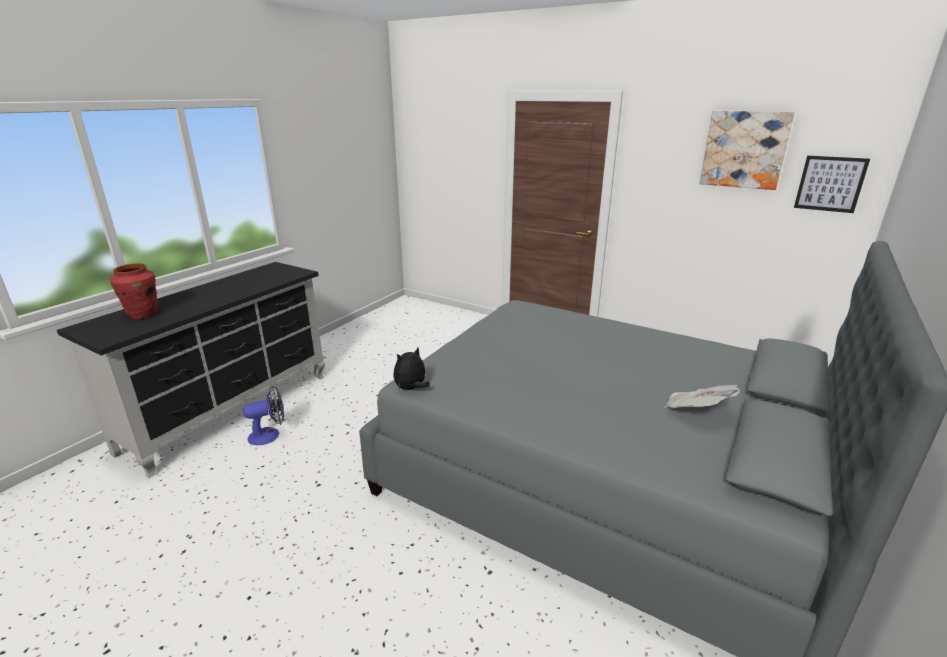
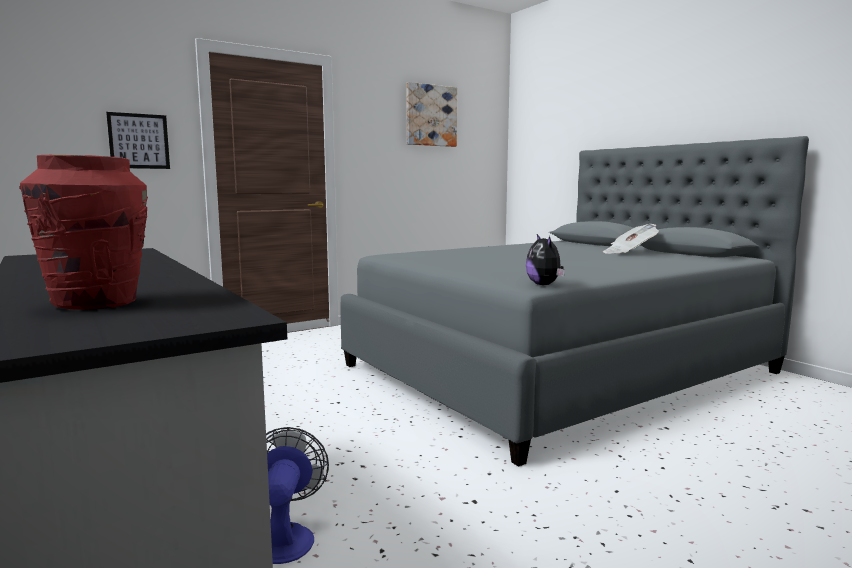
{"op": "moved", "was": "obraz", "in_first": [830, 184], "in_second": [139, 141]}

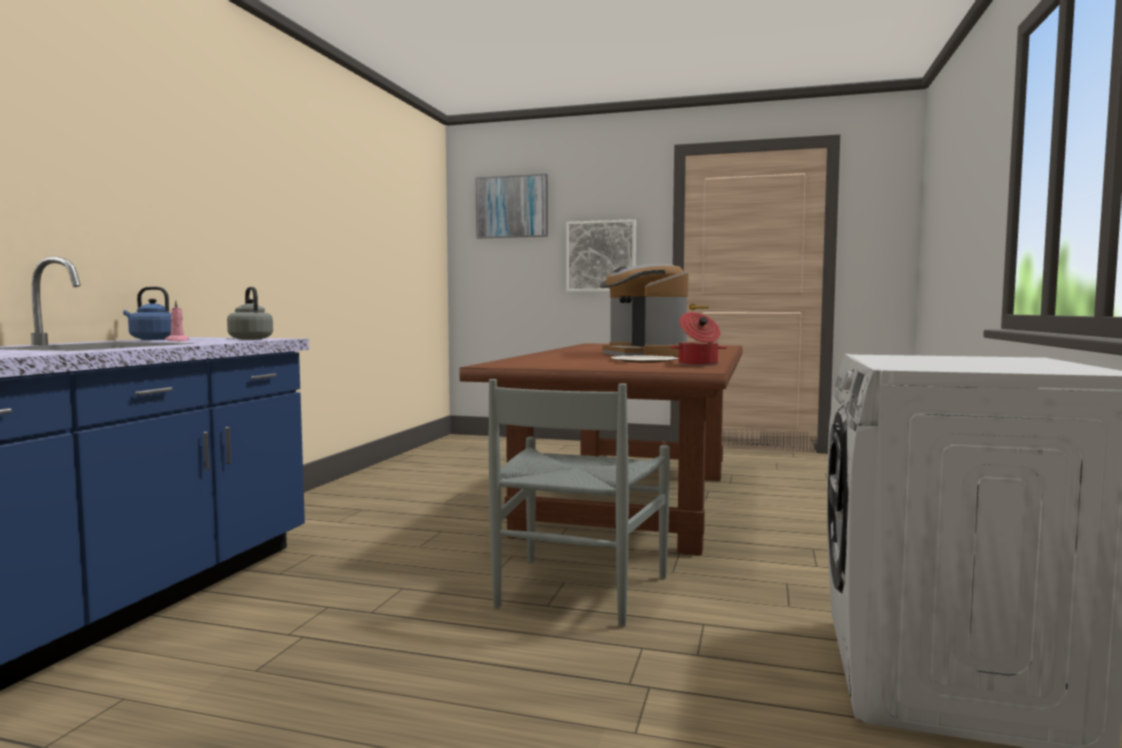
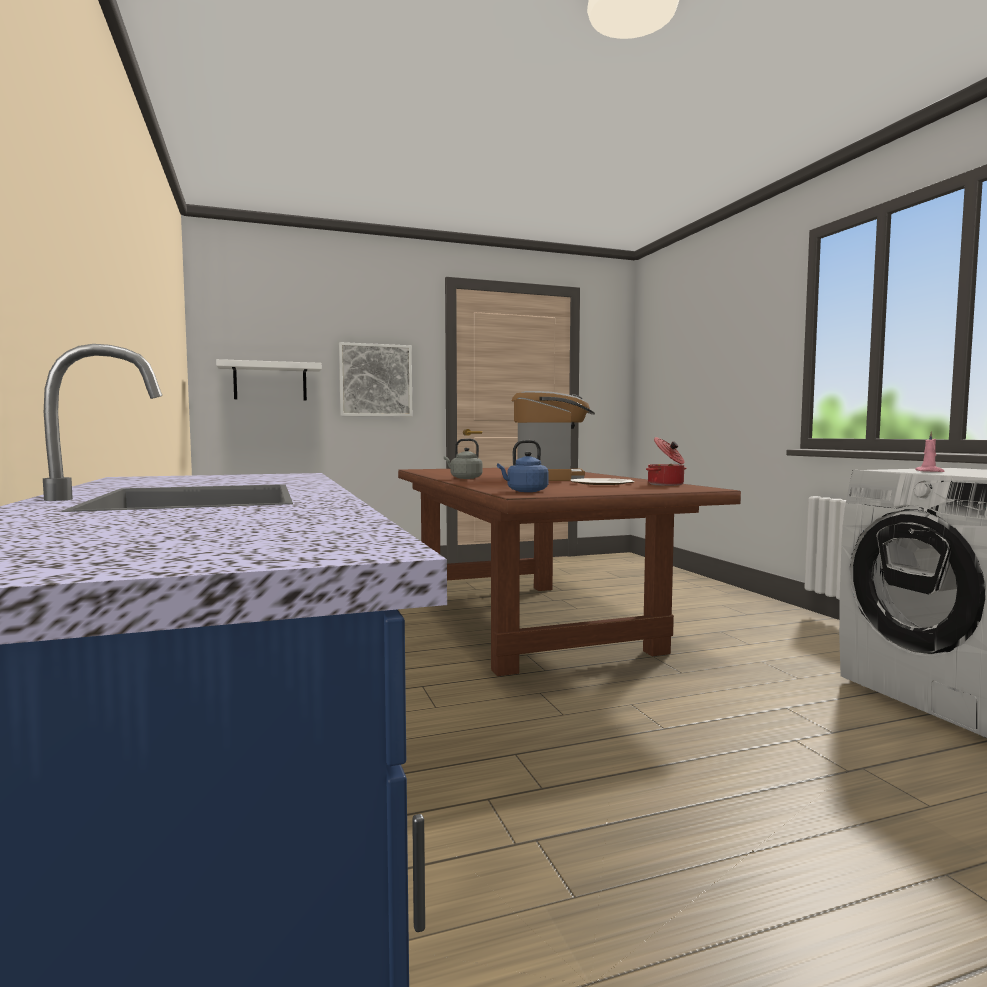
{"op": "moved", "was": "czajnik [niebieski]", "in_first": [151, 339], "in_second": [525, 491]}
{"op": "moved", "was": "świeca [różowy]", "in_first": [178, 341], "in_second": [930, 471]}
{"op": "moved", "was": "czajnik [szary]", "in_first": [250, 339], "in_second": [464, 478]}
{"op": "removed", "was": "obraz", "in_first": [512, 207]}
{"op": "removed", "was": "krzesło [szary]", "in_first": [577, 592]}
{"op": "turned", "was": "ekspres do kawy", "in_first": [643, 354], "in_second": [550, 478], "clockwise": -120}
{"op": "added", "now": "półka [biały]", "in_second": [270, 382]}

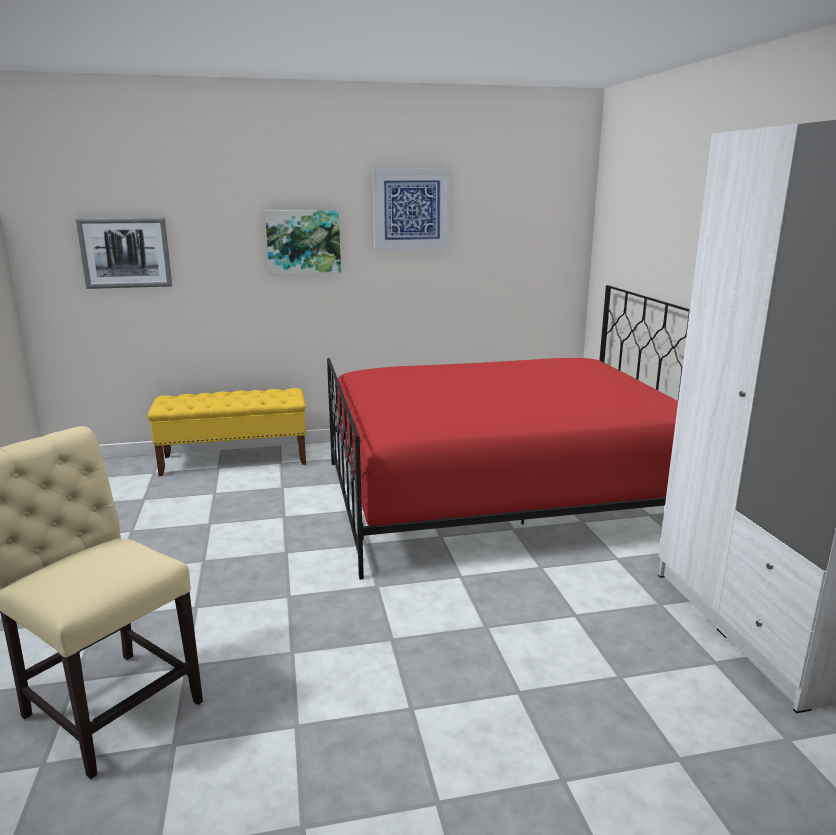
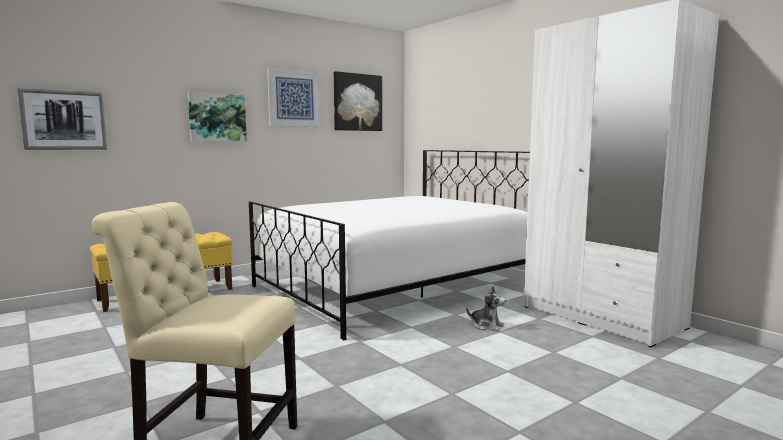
{"op": "recoloured", "was": "łóżko [czerwony]", "now": "łóżko [biały]", "in_first": [503, 496], "in_second": [395, 286]}
{"op": "added", "now": "obraz", "in_second": [357, 102]}
{"op": "added", "now": "pluszak", "in_second": [486, 326]}

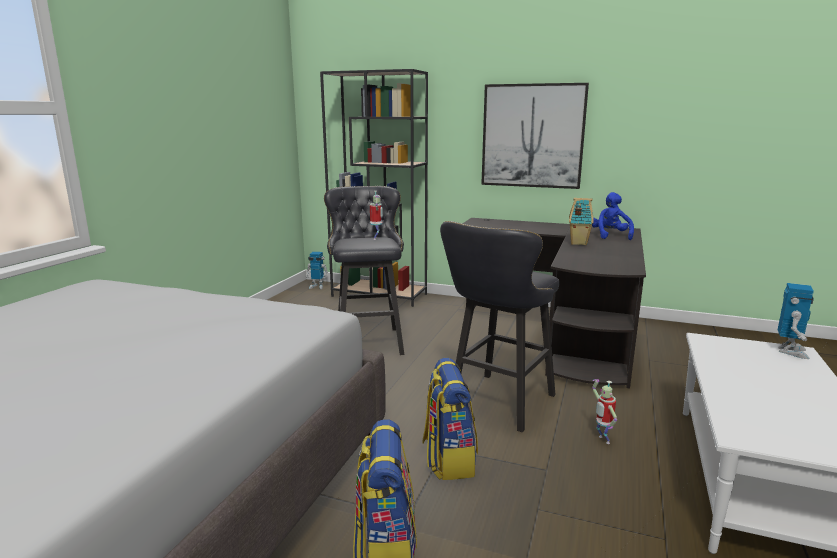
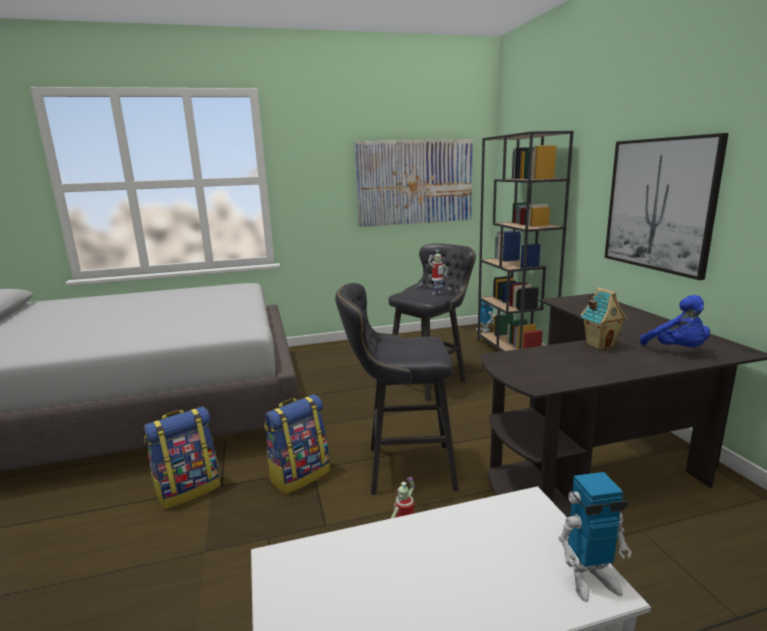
{"op": "turned", "was": "pluszak [niebieski]", "in_first": [610, 236], "in_second": [677, 350], "clockwise": 105}
{"op": "added", "now": "obraz", "in_second": [415, 182]}

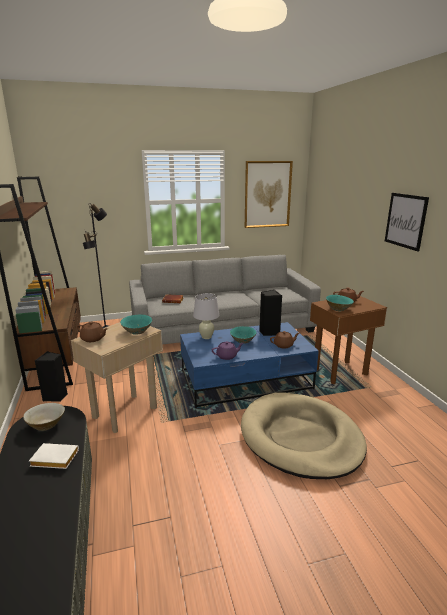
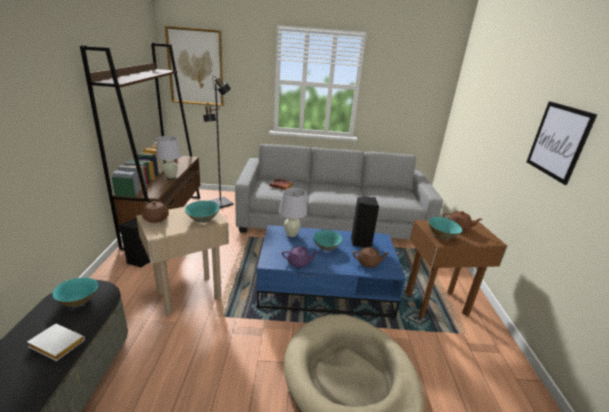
{"op": "recoloured", "was": "miska [beżowy]", "now": "miska [turkusowy]", "in_first": [46, 425], "in_second": [79, 300]}
{"op": "moved", "was": "obraz", "in_first": [267, 194], "in_second": [195, 67]}
{"op": "added", "now": "lampa stołowa [biały]", "in_second": [171, 176]}

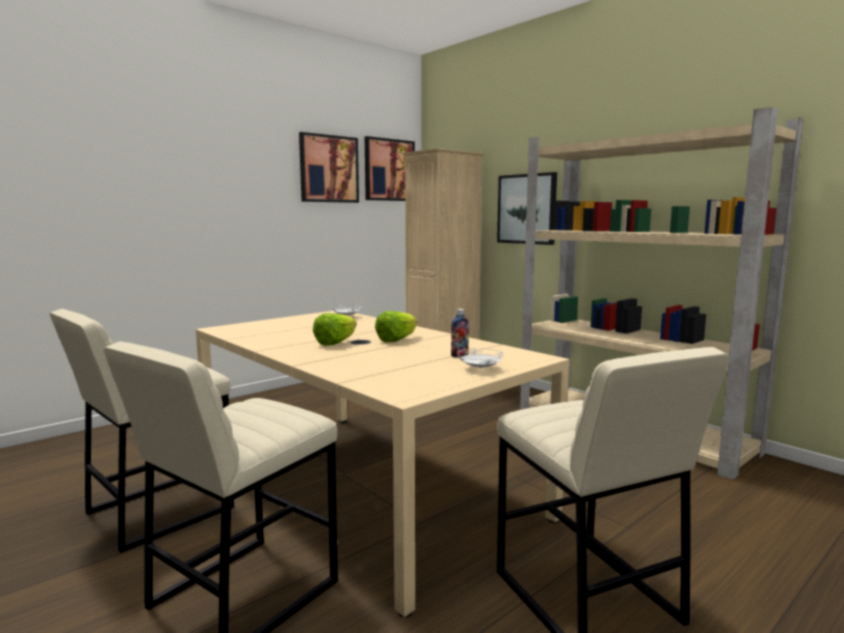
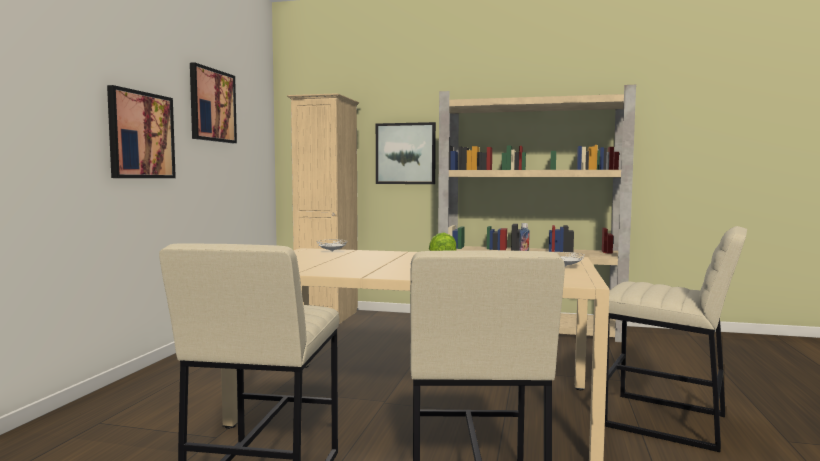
{"op": "removed", "was": "sałata", "in_first": [335, 343]}
{"op": "moved", "was": "obraz", "in_first": [389, 170], "in_second": [141, 135]}

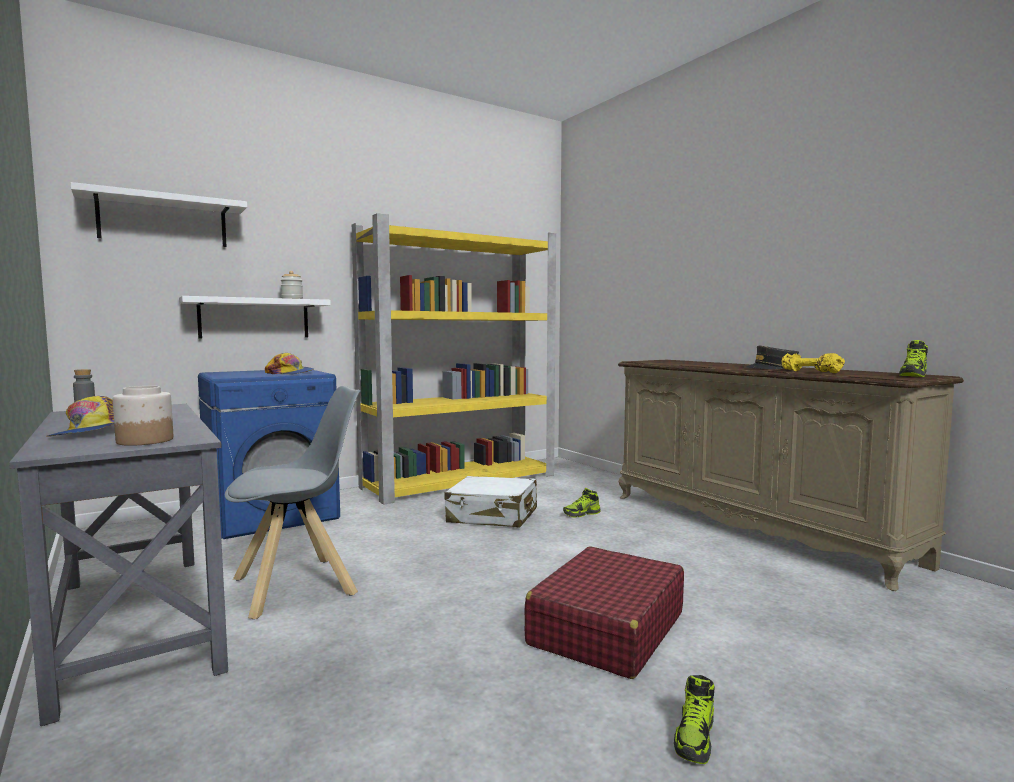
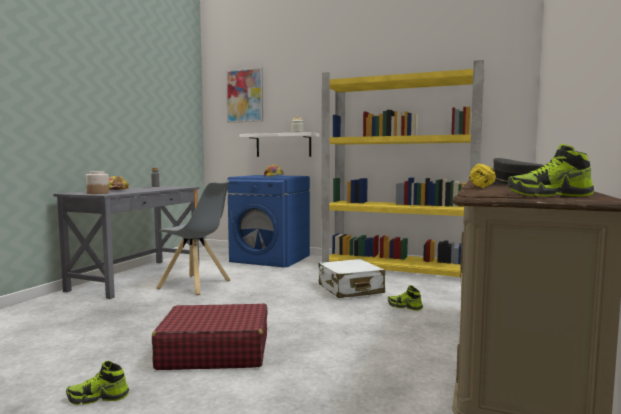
{"op": "replaced", "was": "półka [biały]", "now": "obraz", "in_first": [163, 221], "in_second": [245, 95]}

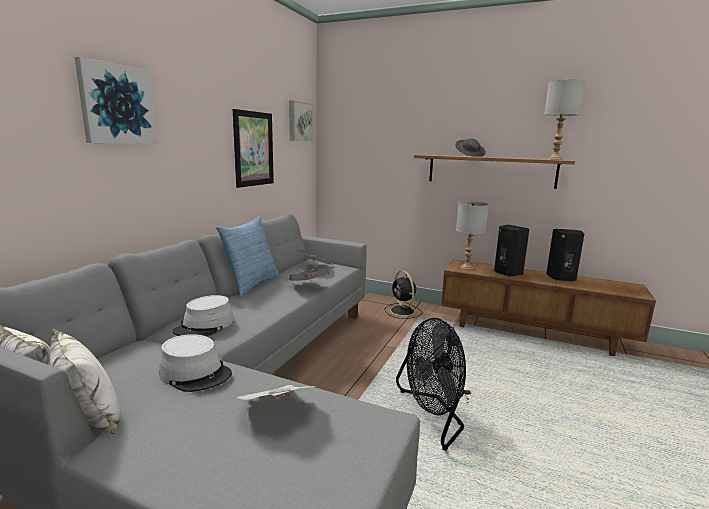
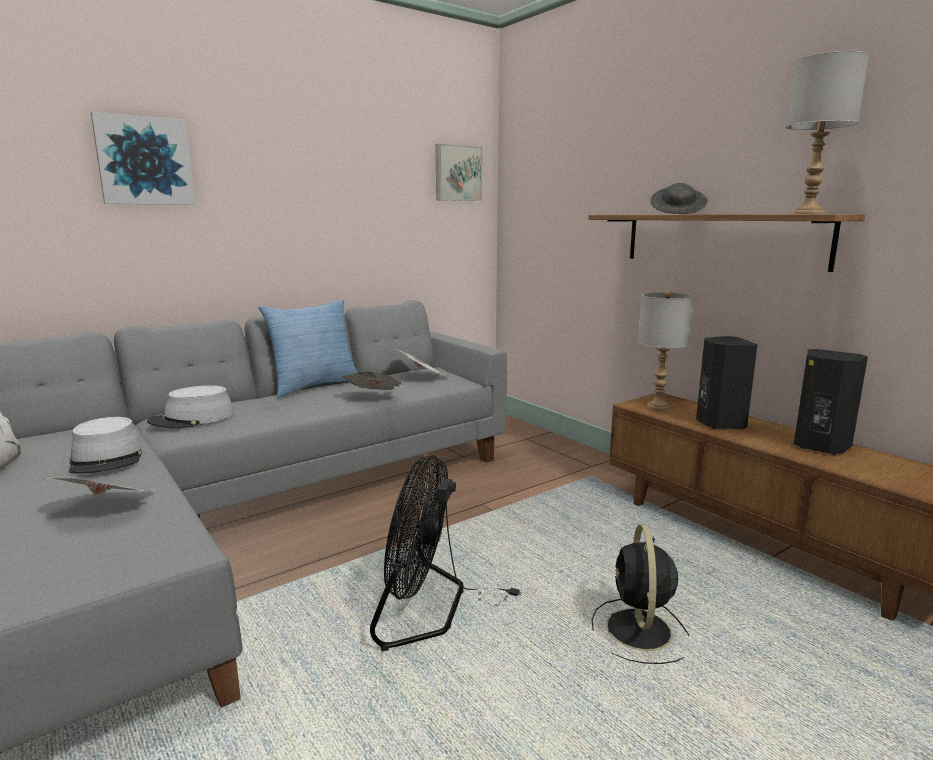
{"op": "removed", "was": "obraz", "in_first": [253, 149]}
{"op": "moved", "was": "wentylator [czarny]", "in_first": [403, 311], "in_second": [639, 632]}

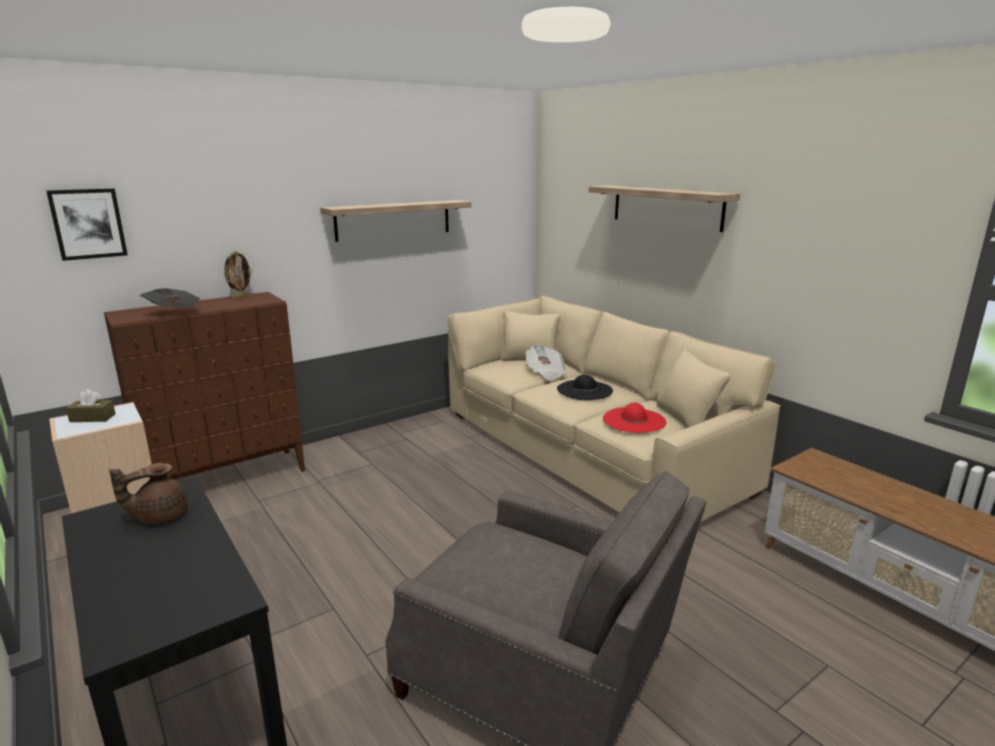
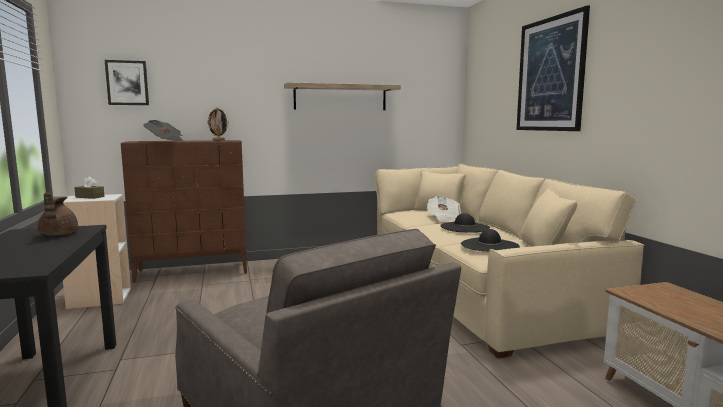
{"op": "turned", "was": "imbryk [brązowy]", "in_first": [159, 516], "in_second": [58, 234], "clockwise": -90}
{"op": "replaced", "was": "półka", "now": "obraz", "in_first": [666, 207], "in_second": [550, 74]}
{"op": "recoloured", "was": "kapelusz [czerwony]", "now": "kapelusz [czarny]", "in_first": [634, 420], "in_second": [489, 245]}

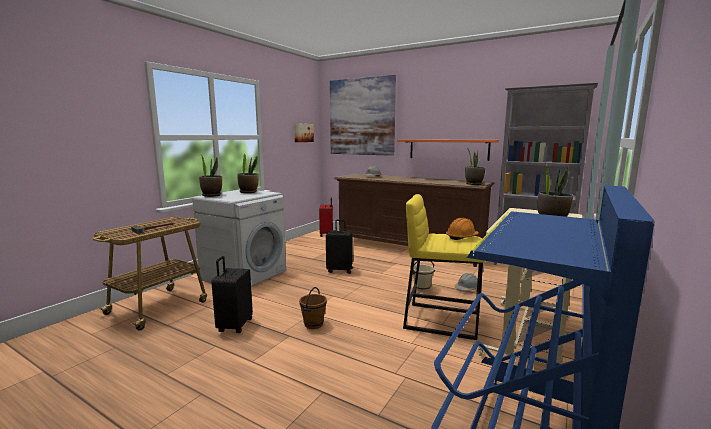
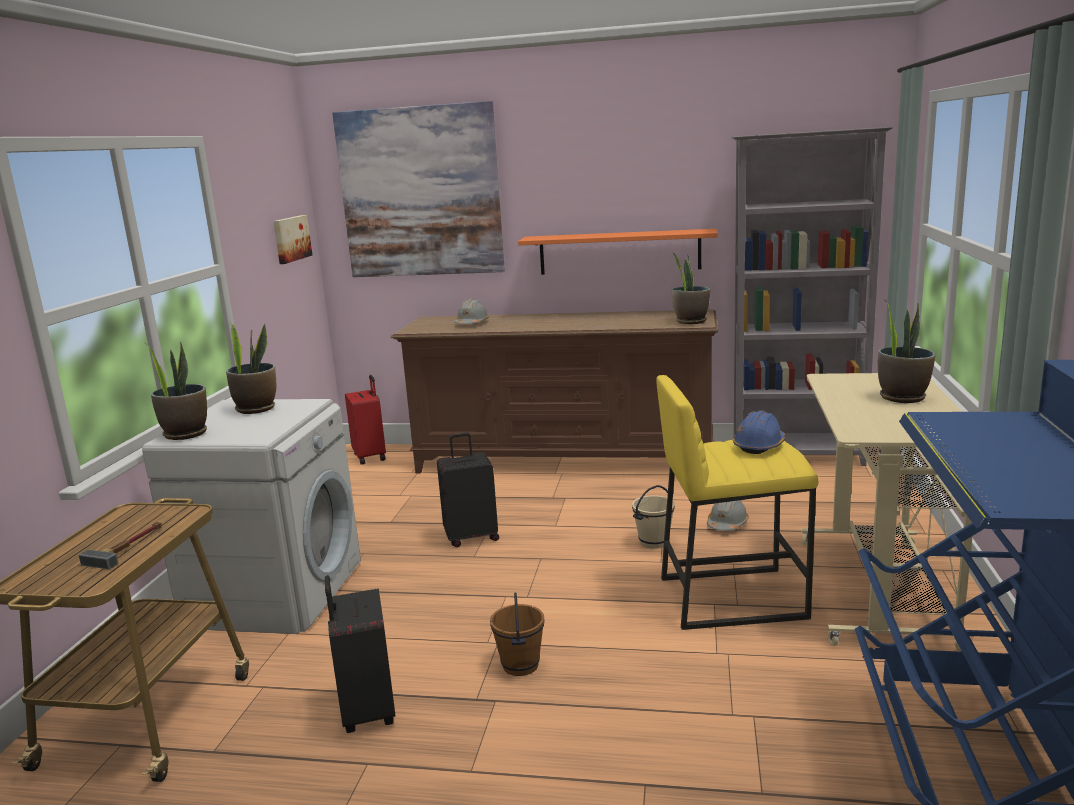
{"op": "recoloured", "was": "kask [pomarańczowy]", "now": "kask [niebieski]", "in_first": [461, 237], "in_second": [759, 445]}

